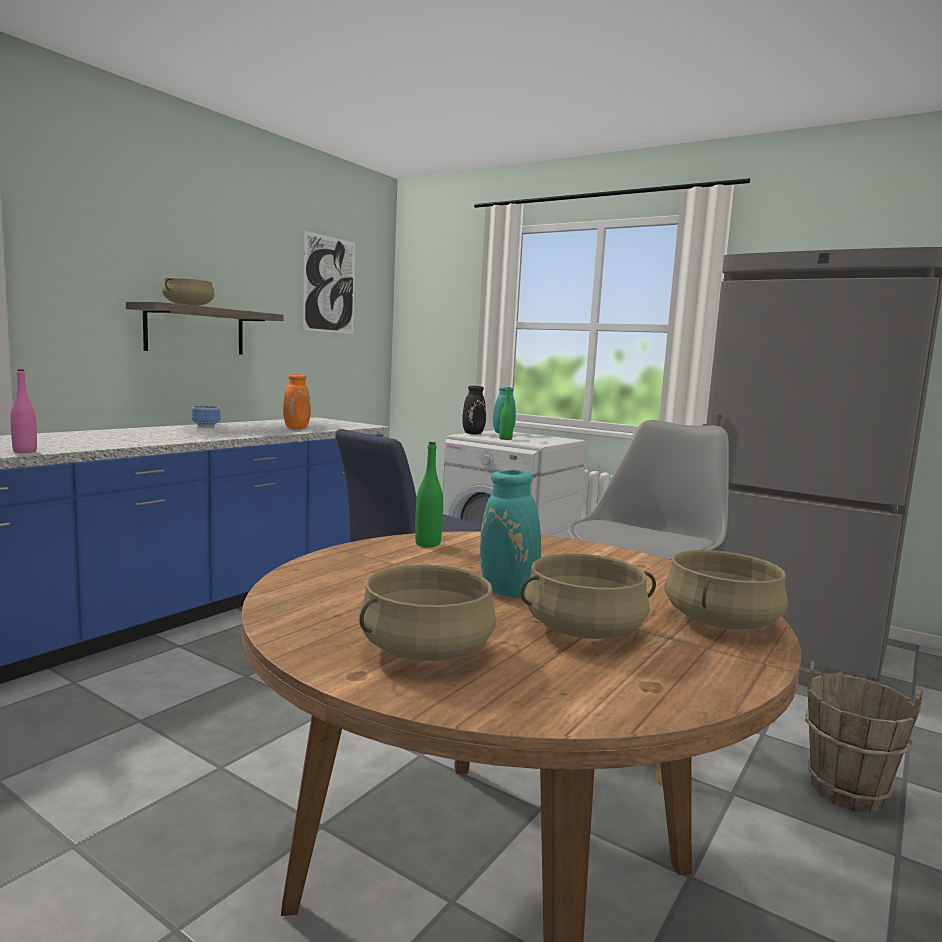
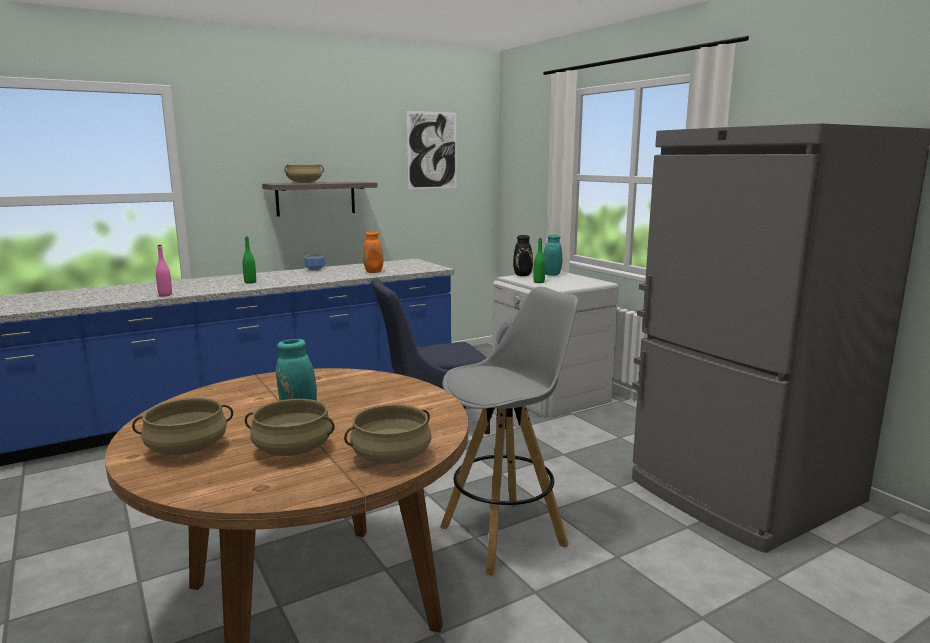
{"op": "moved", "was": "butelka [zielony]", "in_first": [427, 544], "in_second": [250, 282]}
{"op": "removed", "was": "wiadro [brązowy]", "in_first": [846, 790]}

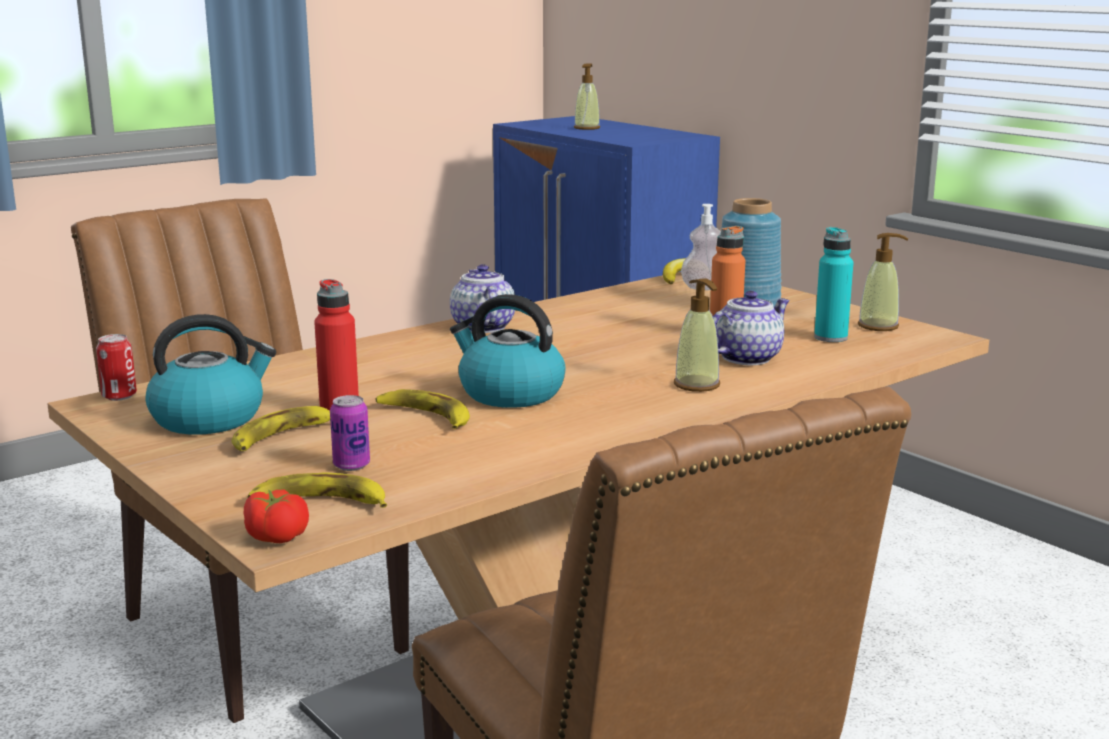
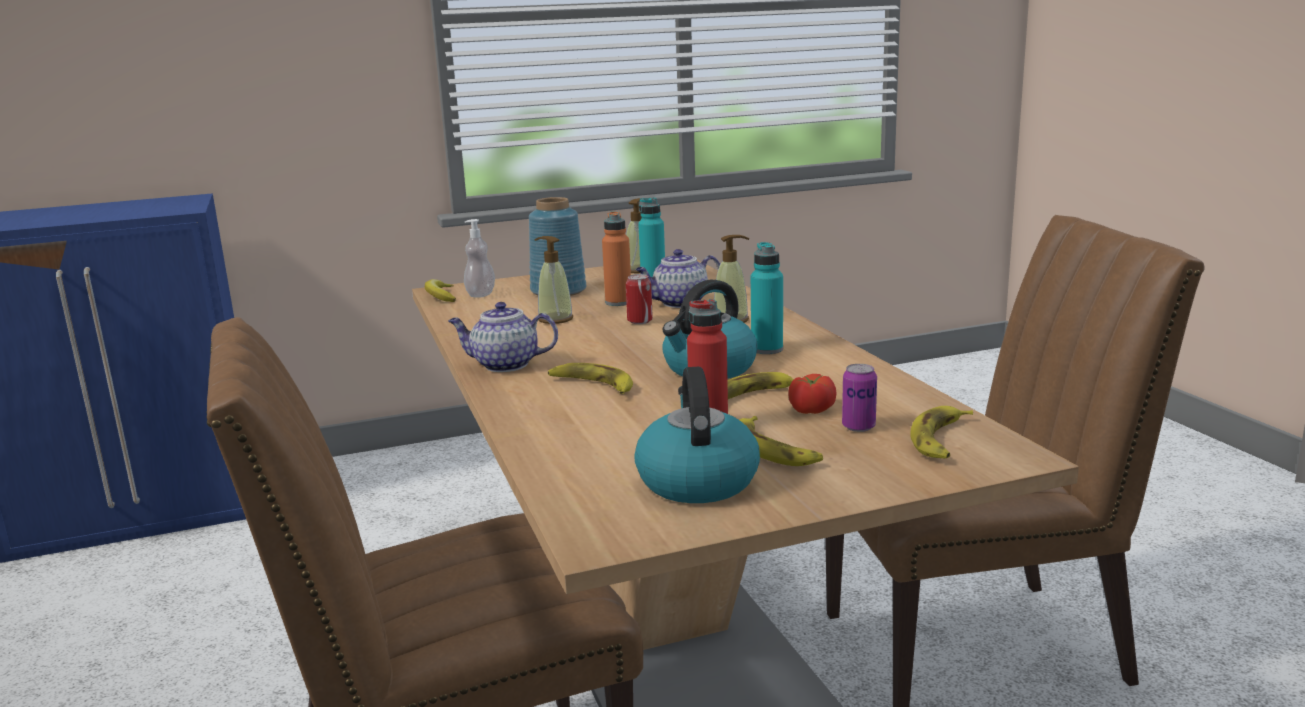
{"op": "moved", "was": "puszka", "in_first": [119, 396], "in_second": [640, 321]}
{"op": "moved", "was": "pomidor", "in_first": [277, 536], "in_second": [810, 409]}
{"op": "moved", "was": "dozownik mydła", "in_first": [587, 128], "in_second": [555, 319]}
{"op": "turned", "was": "imbryk", "in_first": [747, 358], "in_second": [679, 303], "clockwise": -90}
{"op": "added", "now": "banan", "in_second": [593, 385]}
{"op": "added", "now": "butelka [turkusowy]", "in_second": [767, 349]}

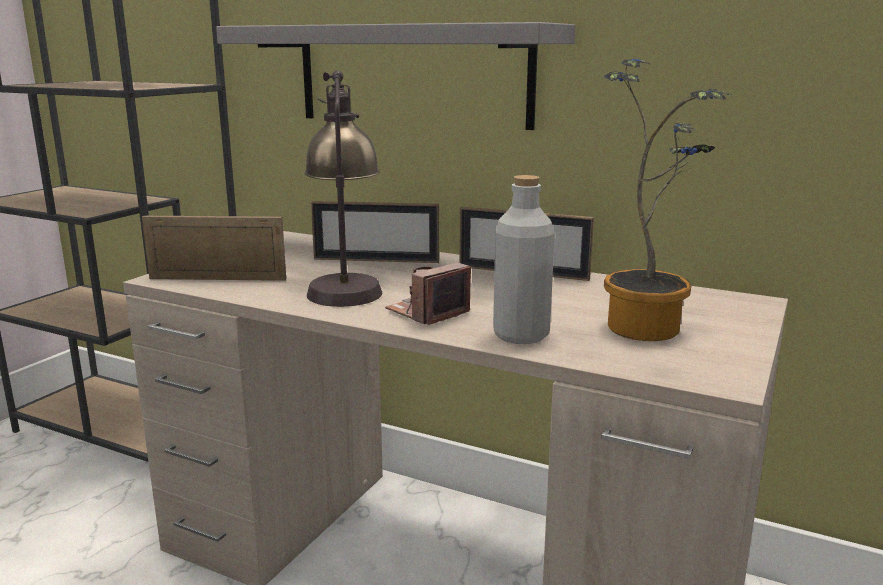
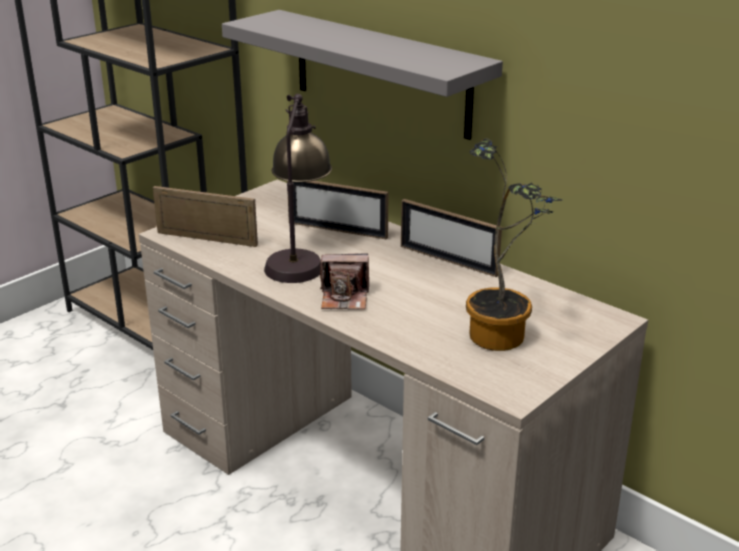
{"op": "turned", "was": "aparat fotograficzny", "in_first": [428, 313], "in_second": [345, 298], "clockwise": -150}
{"op": "removed", "was": "butelka [szary]", "in_first": [521, 335]}

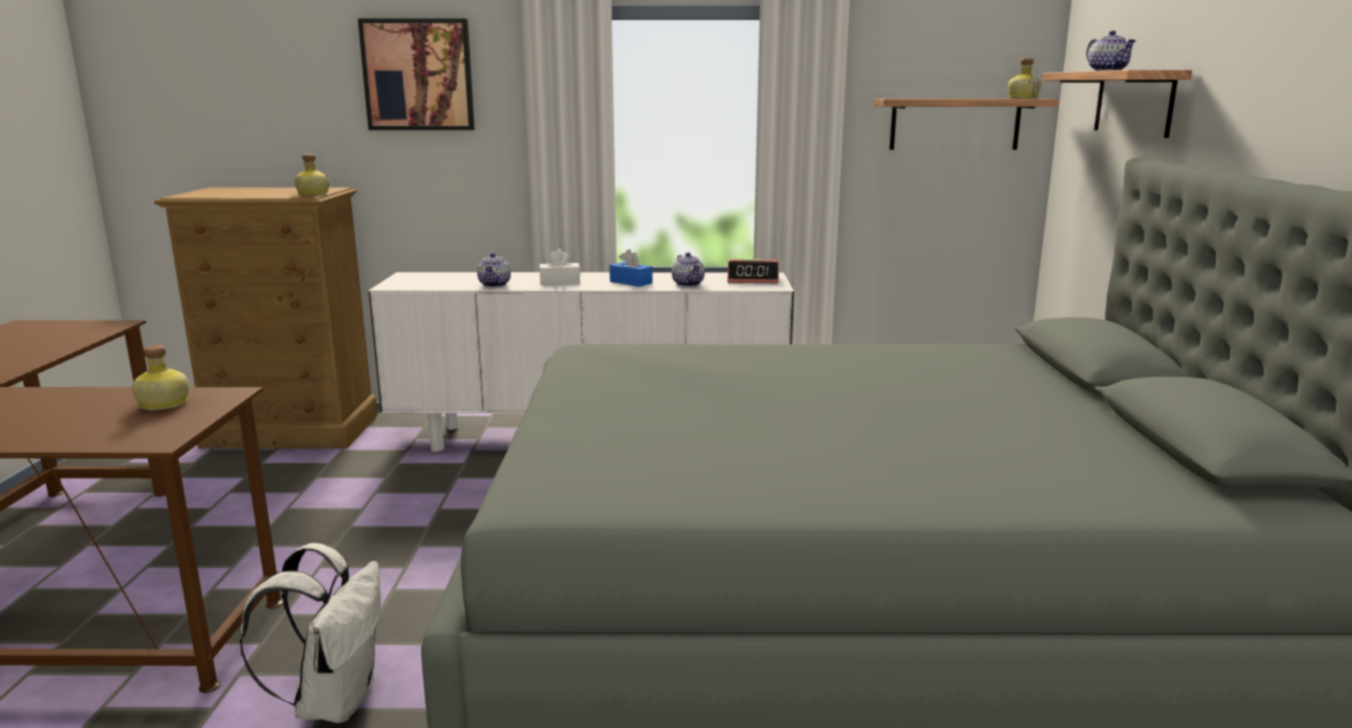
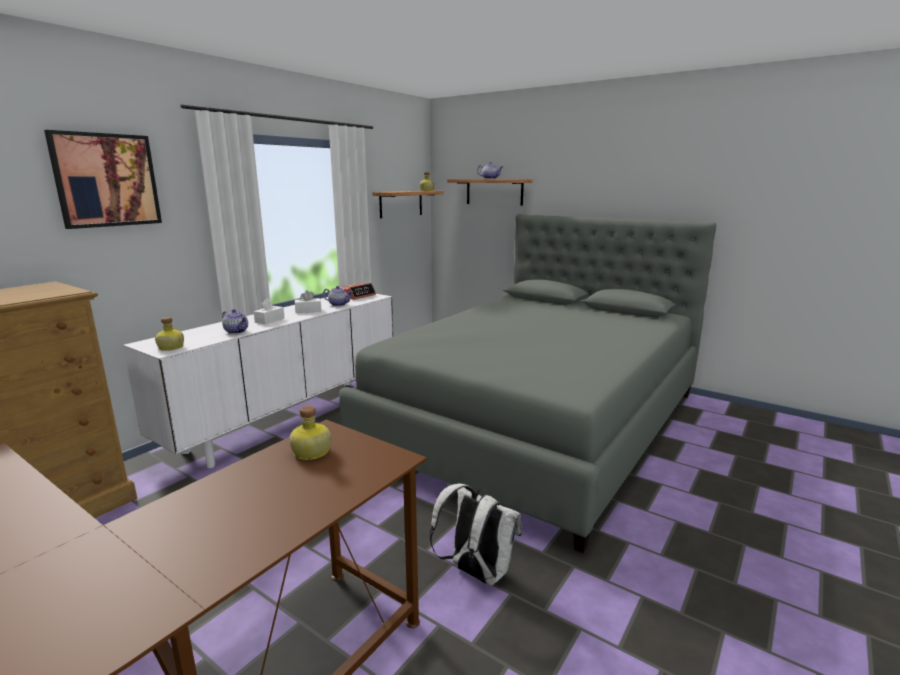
{"op": "moved", "was": "butelka", "in_first": [312, 194], "in_second": [170, 347]}
{"op": "recoloured", "was": "pudełko chusteczek [niebieski]", "now": "pudełko chusteczek [biały]", "in_first": [631, 282], "in_second": [308, 310]}

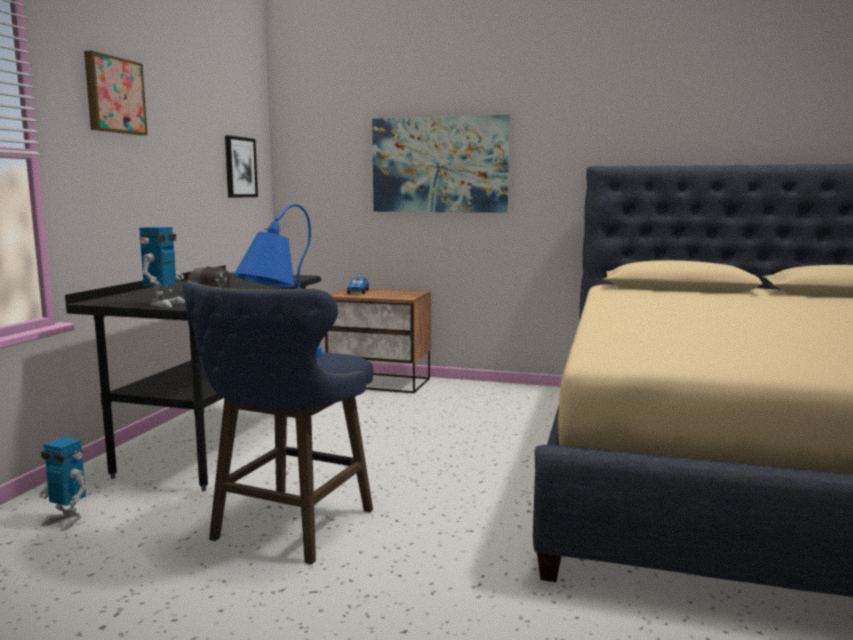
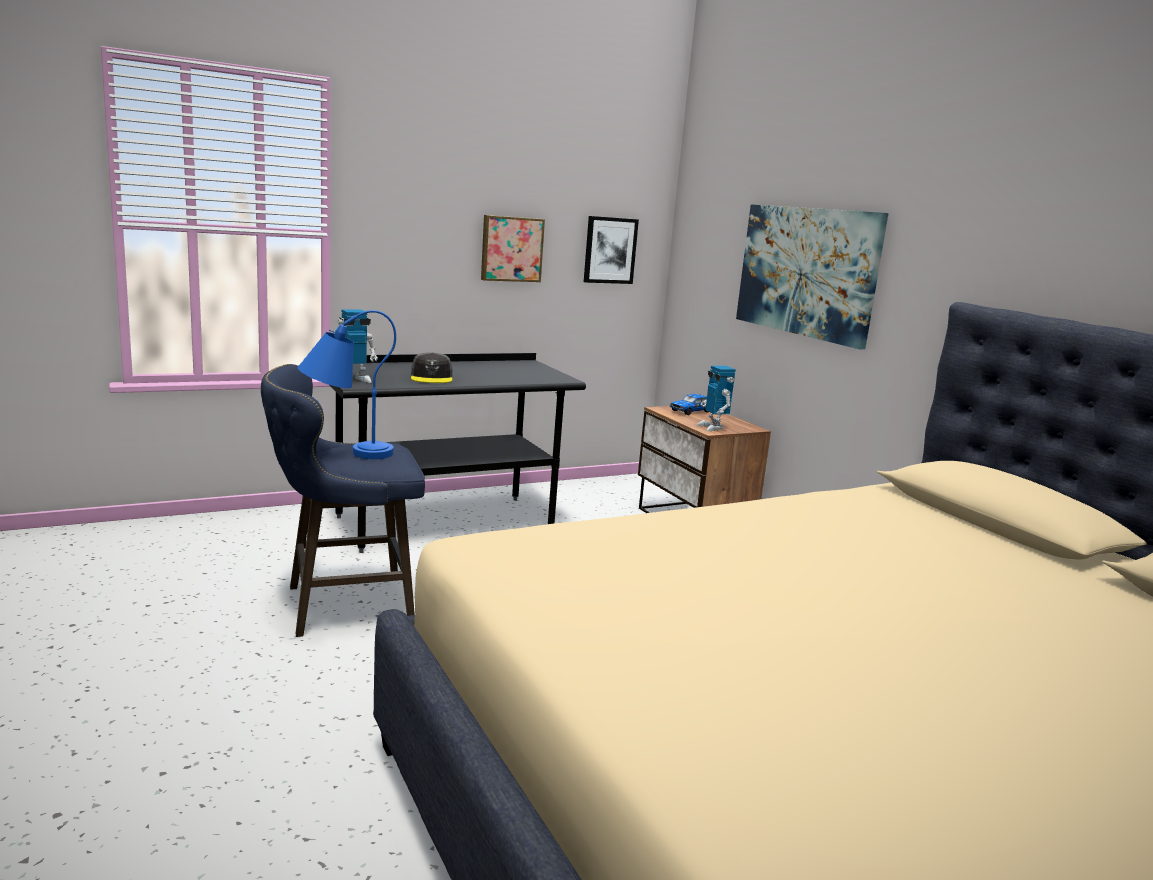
{"op": "moved", "was": "robot zabawkowy", "in_first": [66, 520], "in_second": [712, 427]}
{"op": "moved", "was": "obraz", "in_first": [113, 95], "in_second": [511, 249]}

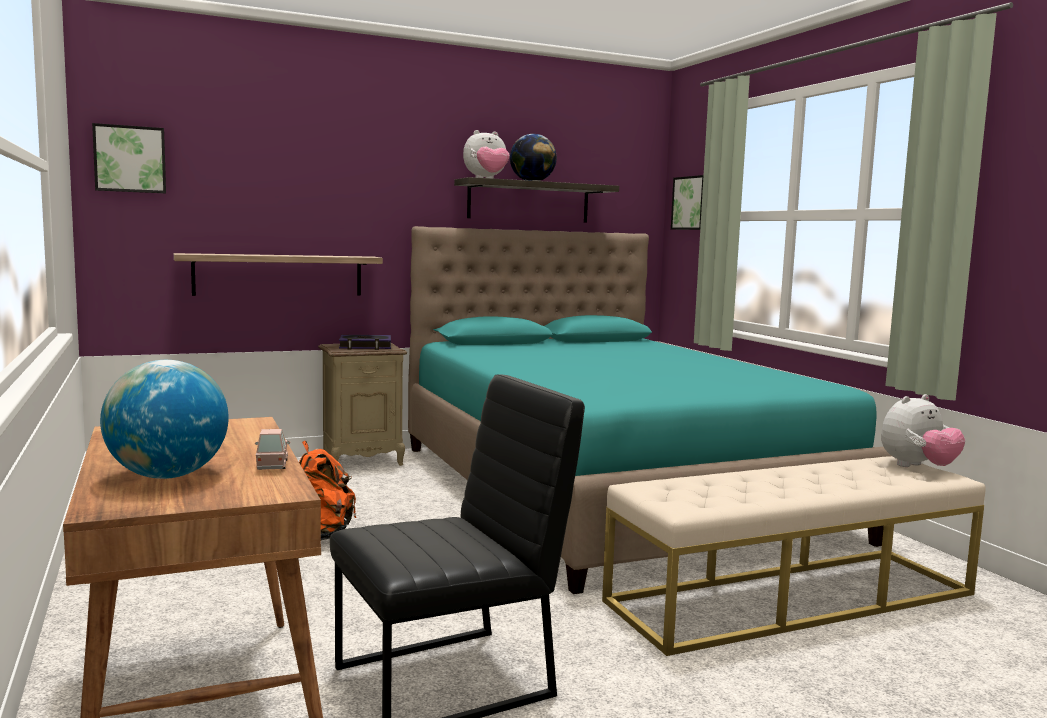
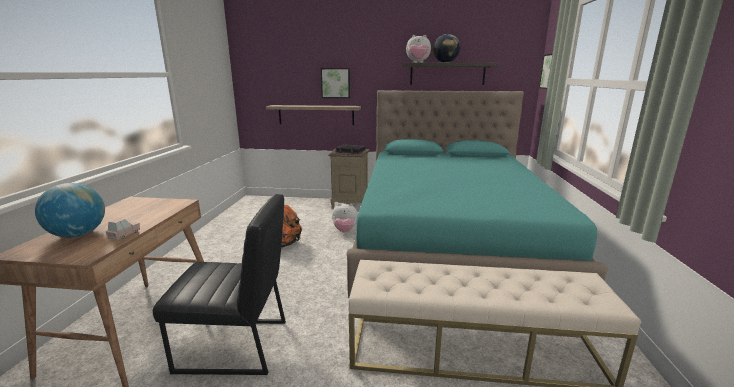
{"op": "moved", "was": "obraz", "in_first": [130, 159], "in_second": [335, 83]}
{"op": "moved", "was": "pluszak", "in_first": [917, 467], "in_second": [345, 231]}

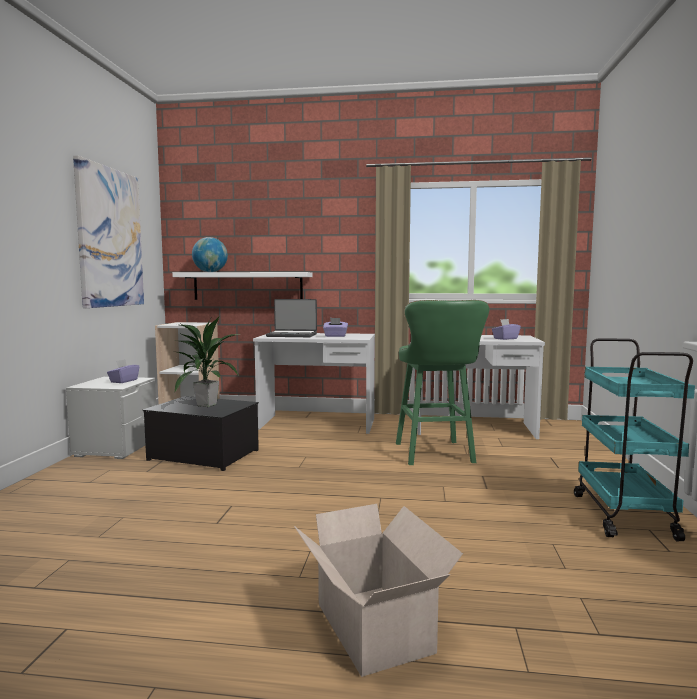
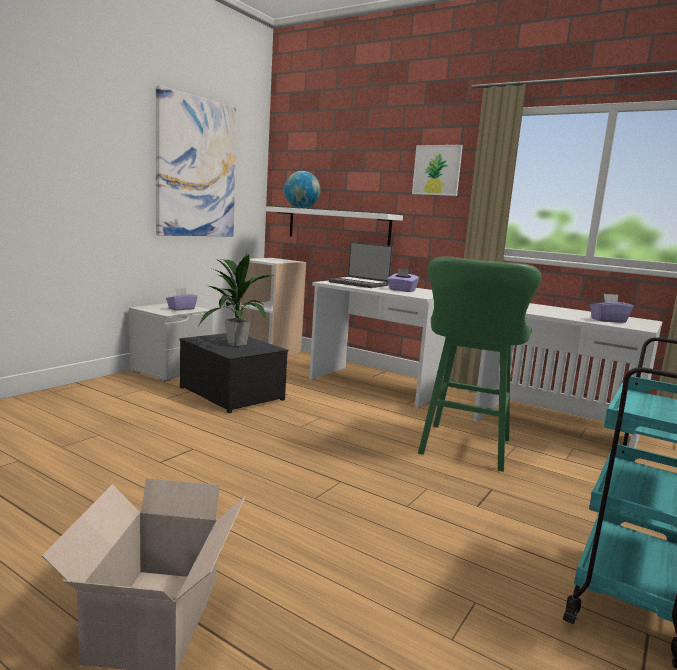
{"op": "added", "now": "obraz", "in_second": [437, 170]}

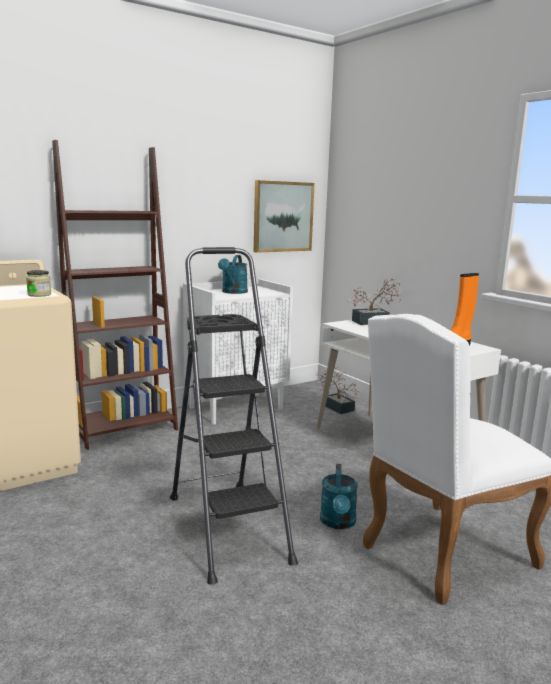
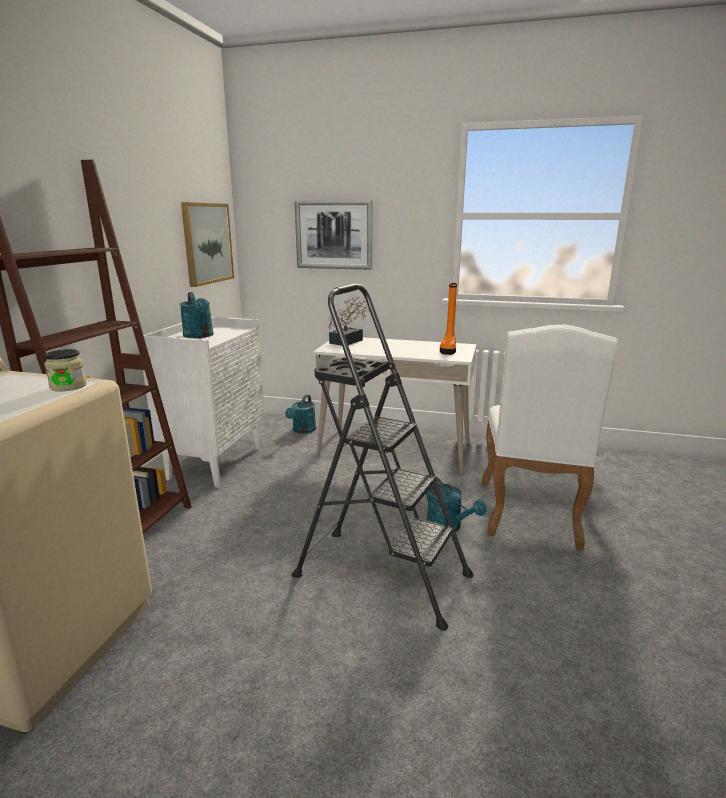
{"op": "replaced", "was": "roślina doniczkowa", "now": "konewka [turkusowy]", "in_first": [336, 406], "in_second": [302, 430]}
{"op": "added", "now": "obraz", "in_second": [334, 235]}

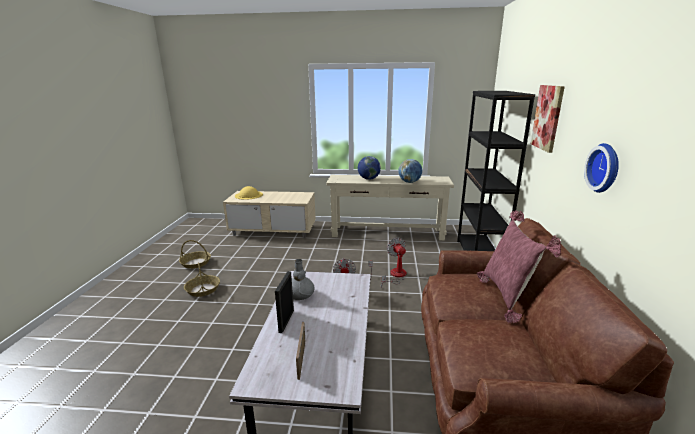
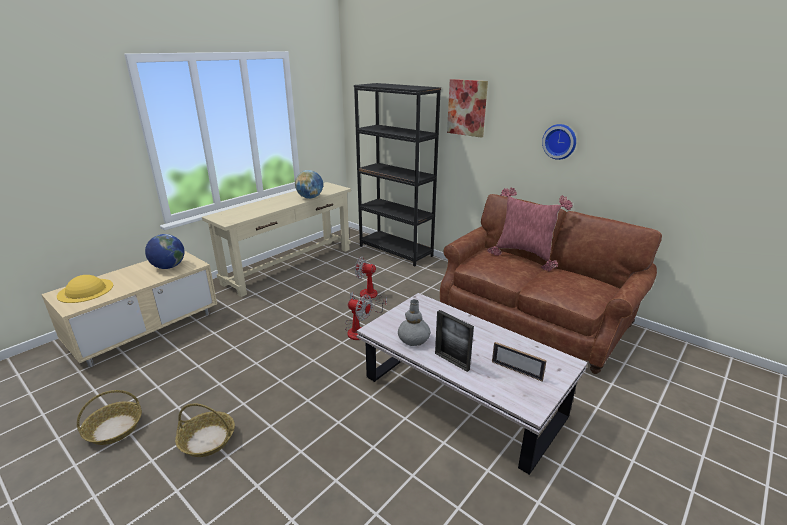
{"op": "moved", "was": "globus", "in_first": [368, 179], "in_second": [168, 267]}

